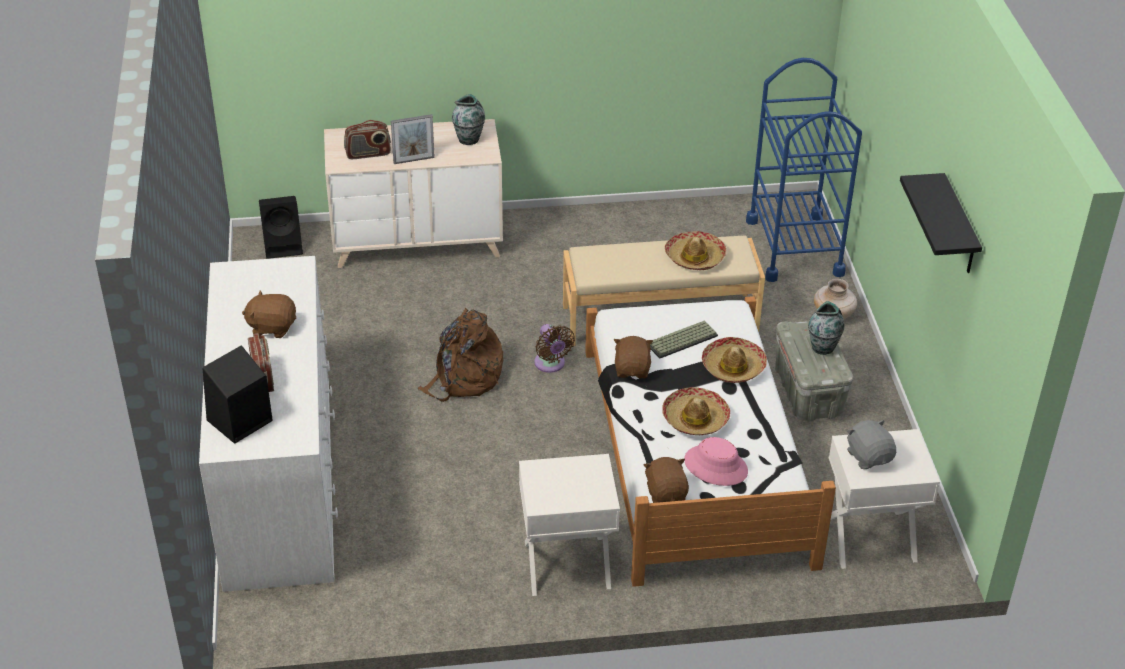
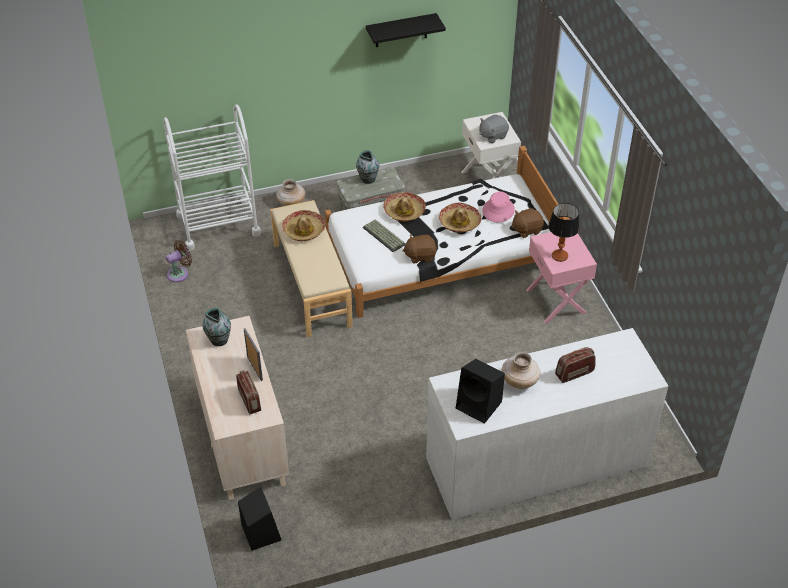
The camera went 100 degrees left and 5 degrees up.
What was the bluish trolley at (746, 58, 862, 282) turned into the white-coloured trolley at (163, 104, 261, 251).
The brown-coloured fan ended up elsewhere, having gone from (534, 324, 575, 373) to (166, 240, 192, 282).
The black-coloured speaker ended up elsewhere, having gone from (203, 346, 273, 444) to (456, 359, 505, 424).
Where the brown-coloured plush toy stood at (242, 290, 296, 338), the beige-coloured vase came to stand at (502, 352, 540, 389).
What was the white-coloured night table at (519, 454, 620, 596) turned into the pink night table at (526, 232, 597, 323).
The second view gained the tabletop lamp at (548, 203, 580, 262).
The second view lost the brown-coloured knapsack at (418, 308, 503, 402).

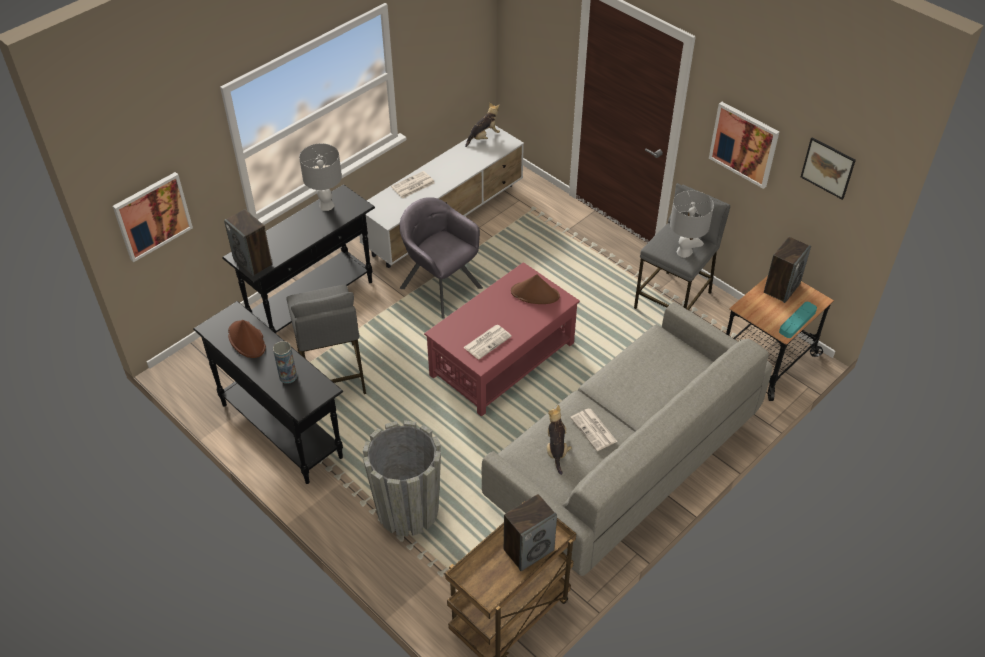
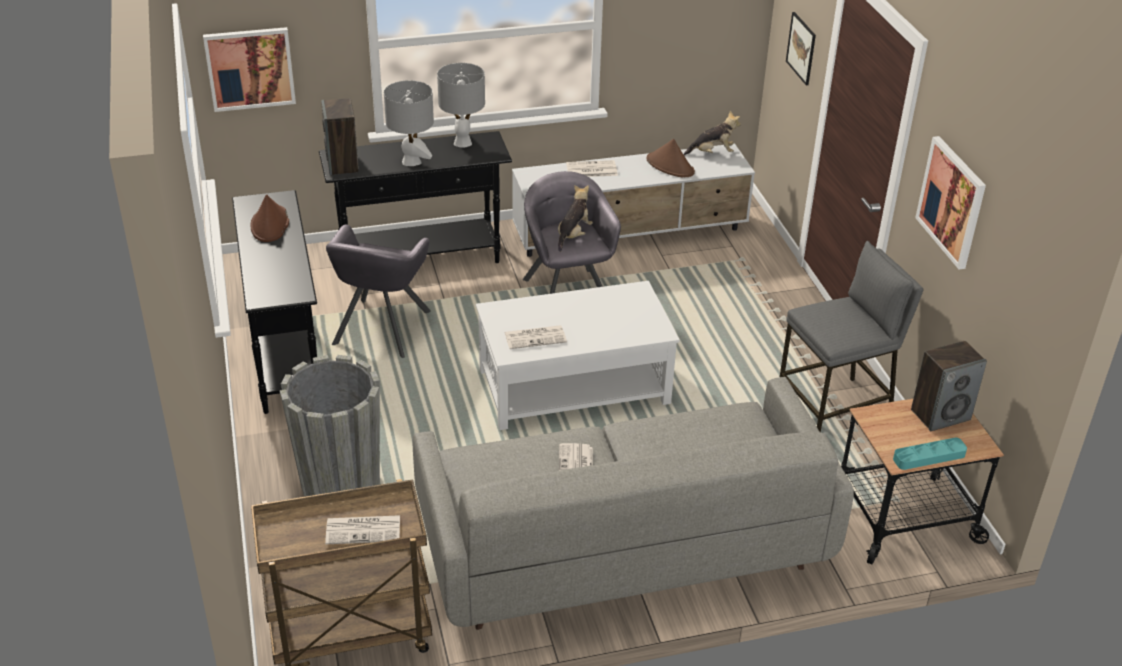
The camera went 30 degrees right and 10 degrees down.
Where the speaker stood at (504, 494, 557, 571), the printed paper came to stand at (325, 515, 400, 544).
Where the greyish stool stood at (286, 285, 366, 394), the greyish armchair came to stand at (326, 225, 431, 358).
The greyish tabletop lamp ended up elsewhere, having gone from (670, 190, 714, 258) to (384, 80, 434, 166).
What was the red-coloured low table at (424, 262, 580, 417) turned into the white-coloured low table at (476, 281, 680, 430).
The plush toy ended up elsewhere, having gone from (547, 405, 572, 475) to (558, 185, 593, 252).
The brown-coloured hat ended up elsewhere, having gone from (511, 274, 560, 304) to (646, 139, 695, 177).
The picture ended up elsewhere, having gone from (801, 137, 856, 200) to (786, 12, 816, 85).
The second view lost the vase at (273, 341, 297, 384).

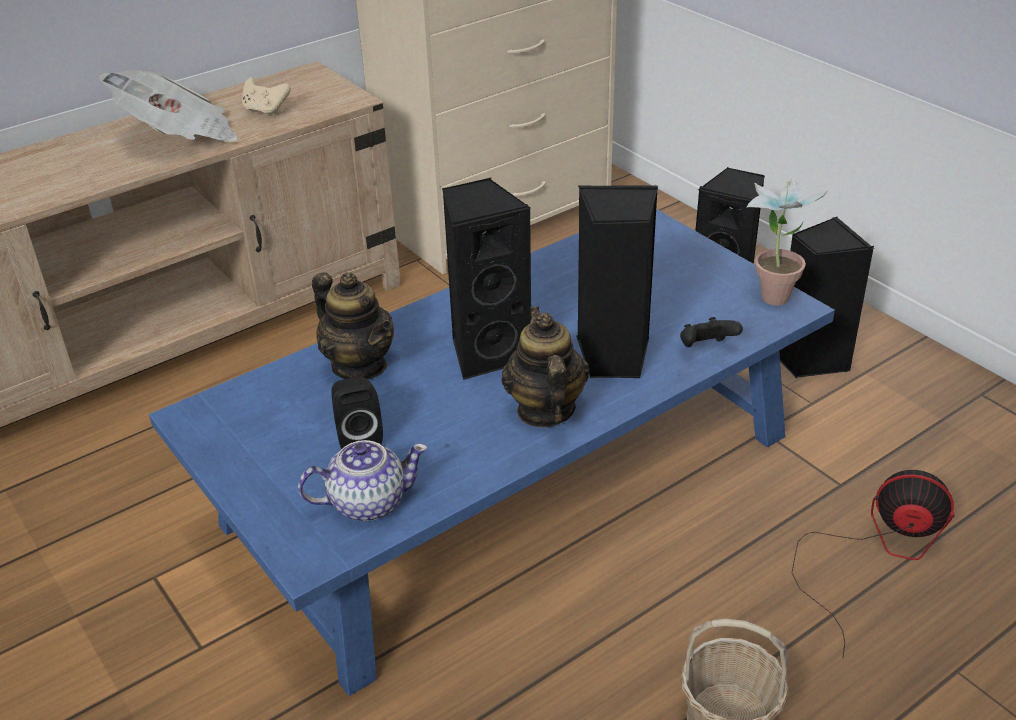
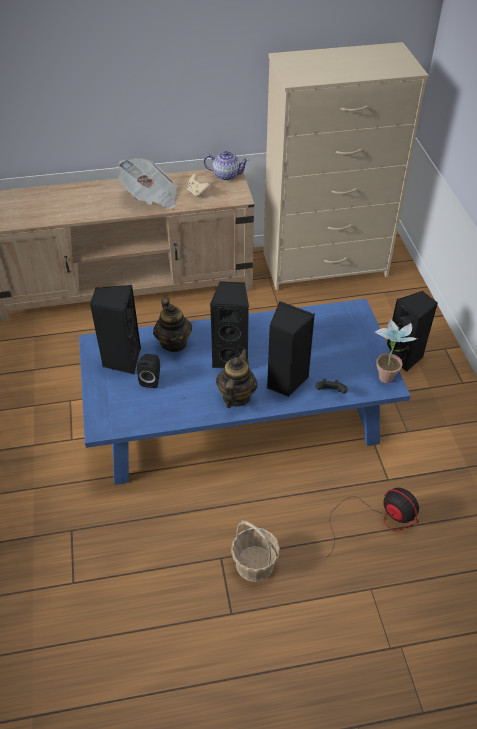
The camera went 25 degrees right and 10 degrees up.
The black-coloured speaker ended up elsewhere, having gone from (779, 216, 874, 379) to (90, 285, 141, 374).
The tea pot ended up elsewhere, having gone from (298, 440, 428, 521) to (204, 151, 249, 181).

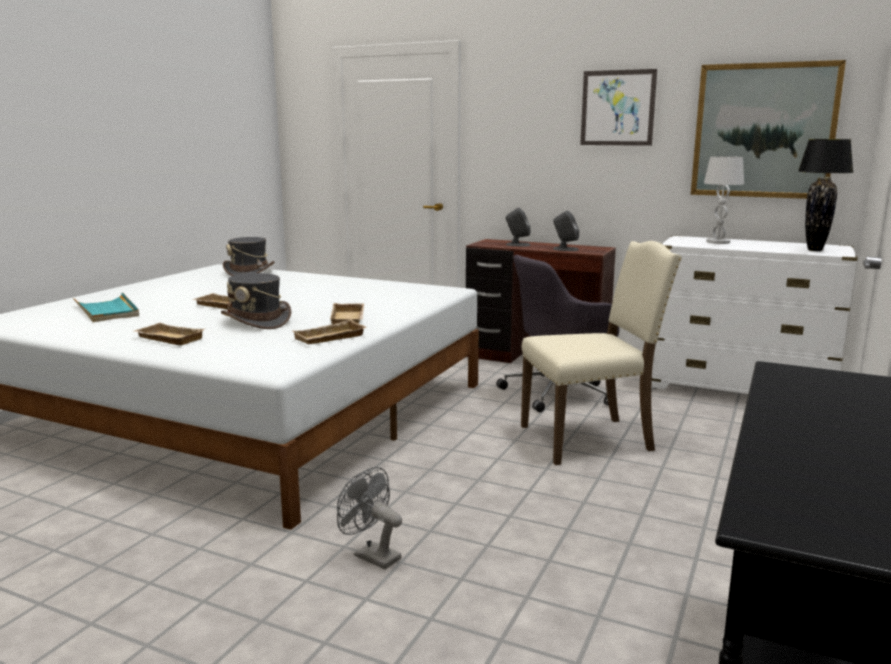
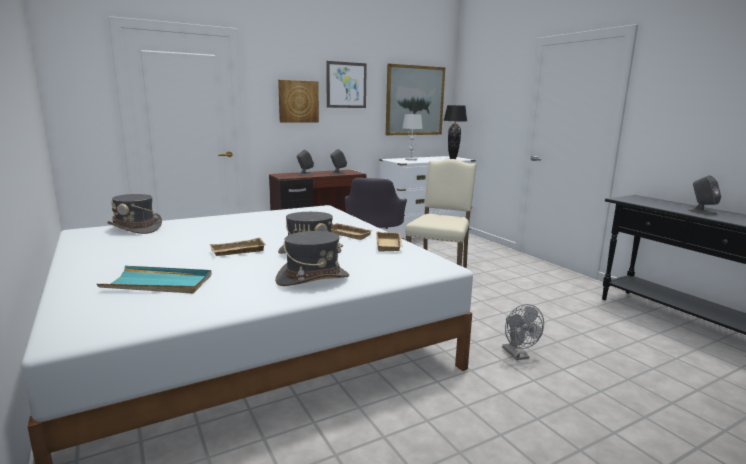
The camera went 55 degrees left and 0 degrees up.
Where the beige-coloured carrying tray stood at (133, 323, 204, 345), the greyish hat came to stand at (275, 231, 349, 286).
The second view gained the picture at (278, 80, 319, 122).
The greyish fan at (337, 467, 402, 569) ended up facing another way, 90 degrees counterclockwise from before.
The second view gained the greyish speaker at (688, 175, 721, 215).

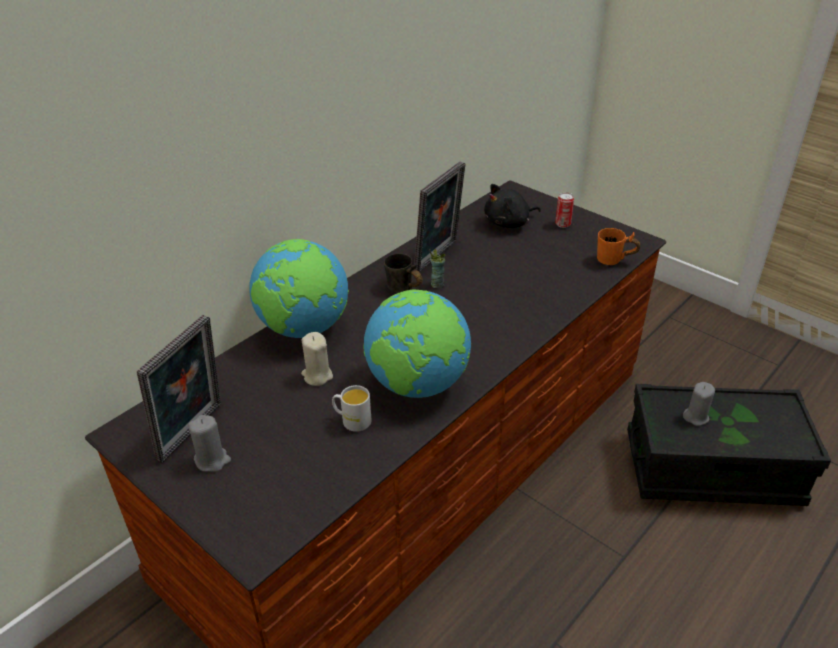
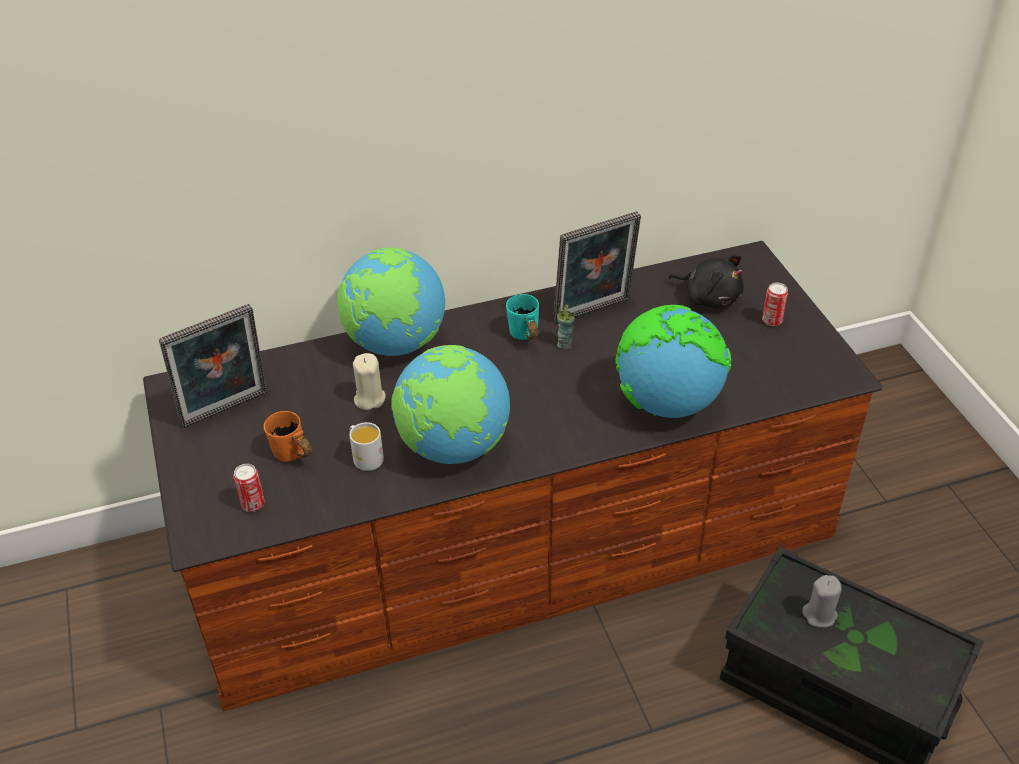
The camera went 30 degrees right and 5 degrees up.
The second view gained the can at (233, 464, 265, 512).
The orangey tea mug ended up elsewhere, having gone from (597, 228, 640, 265) to (264, 411, 312, 461).
What was the greyish tea mug at (384, 253, 423, 292) turned into the turquoise-coloured tea mug at (506, 294, 539, 340).
The second view gained the globe at (616, 305, 731, 418).
The black-coloured plush toy at (484, 184, 541, 228) ended up facing another way, 150 degrees counterclockwise from before.
The second view lost the greyish wax candle at (188, 415, 231, 472).

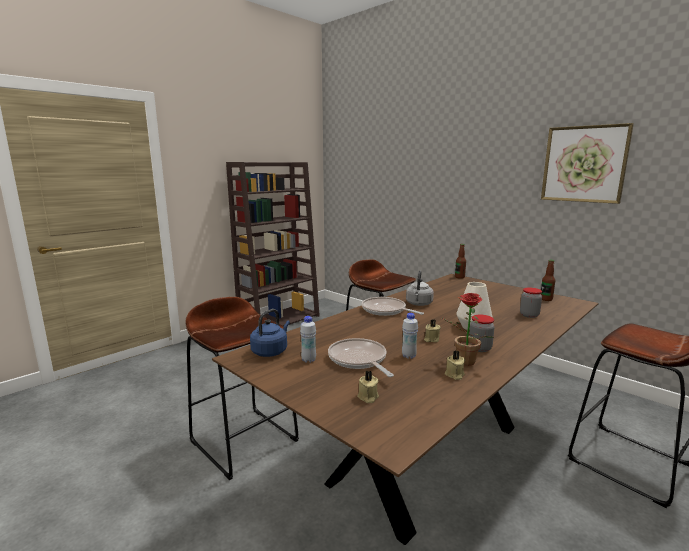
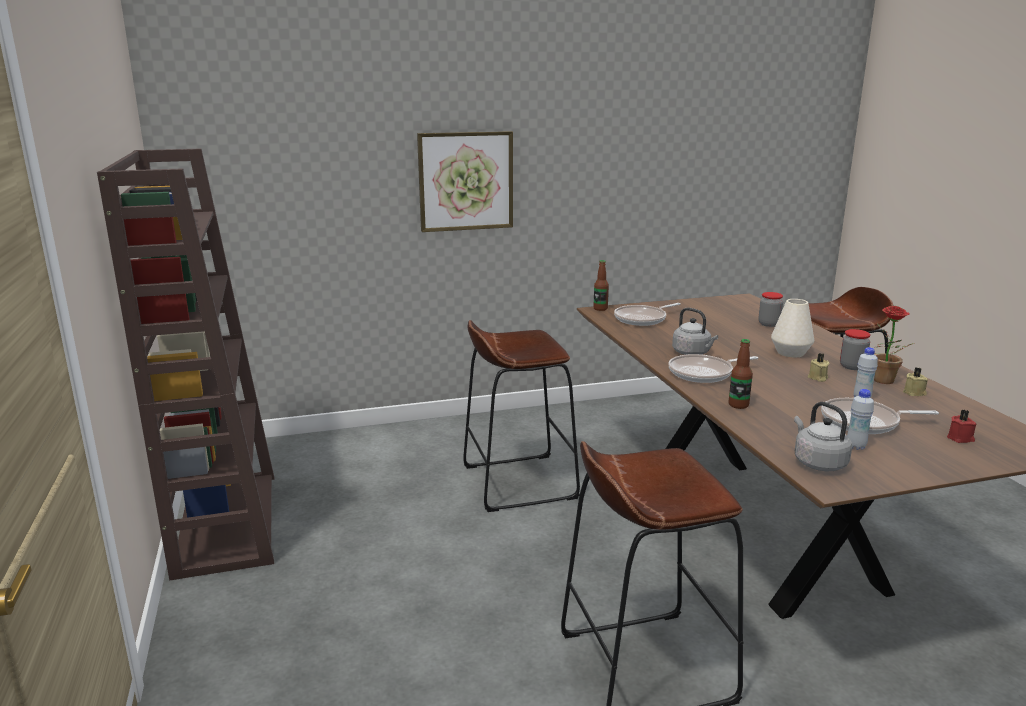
The camera went 60 degrees left and 5 degrees up.
The picture ended up elsewhere, having gone from (541, 123, 634, 204) to (417, 131, 513, 232).
The second view gained the skillet at (614, 303, 681, 326).
The beverage bottle ended up elsewhere, having gone from (541, 260, 556, 301) to (729, 339, 753, 409).
What was the bluish tea kettle at (250, 309, 290, 357) turned into the greyish tea kettle at (794, 402, 852, 471).
What was the beige-coloured wax candle at (357, 370, 379, 403) turned into the red-coloured wax candle at (947, 409, 976, 443).

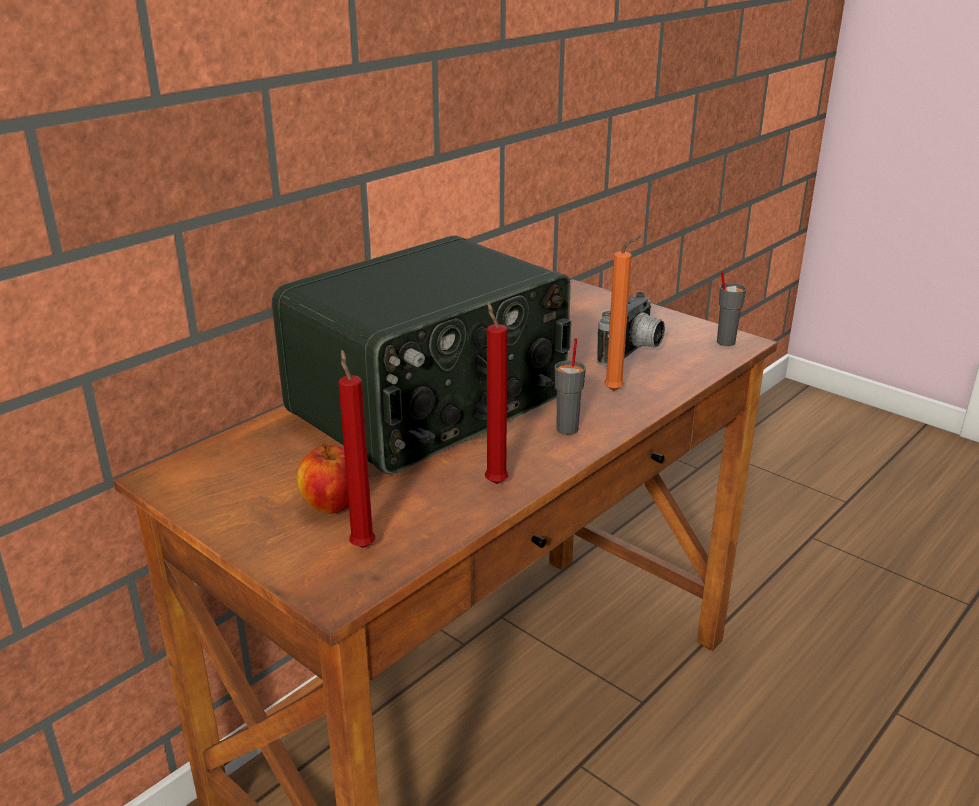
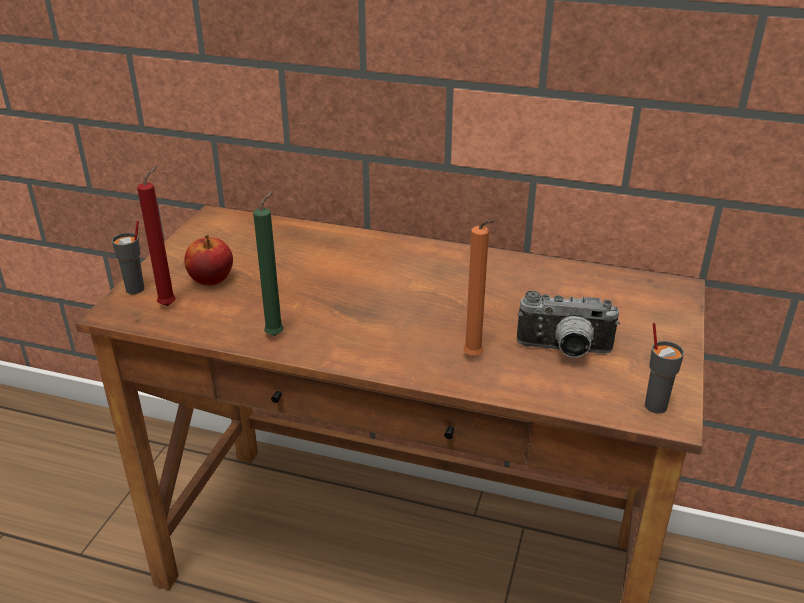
The camera went 65 degrees right and 5 degrees up.
The greyish small cup ended up elsewhere, having gone from (555, 338, 586, 435) to (112, 221, 145, 294).
What was the red-coloured wax candle at (485, 301, 508, 484) turned into the greenish wax candle at (253, 190, 284, 336).
The second view lost the radio receiver at (272, 235, 571, 474).

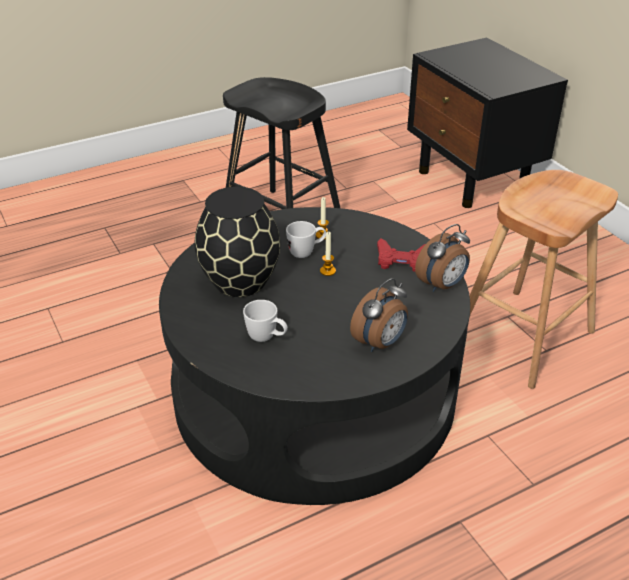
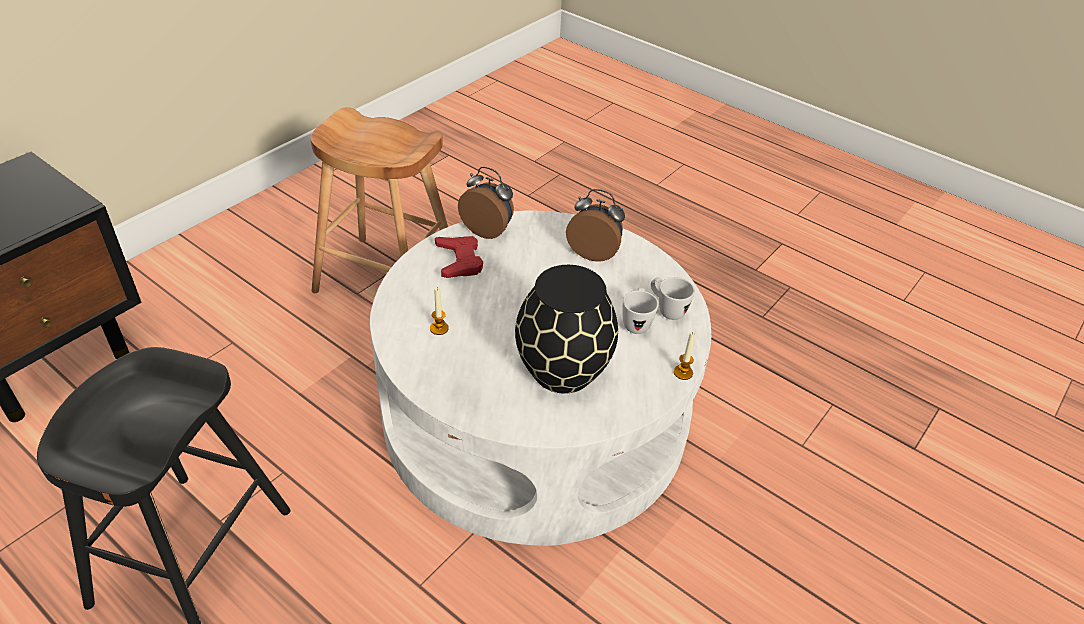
The camera went 115 degrees left and 5 degrees up.
What was the black-coloured low table at (159, 207, 470, 505) turned into the white-coloured low table at (370, 210, 711, 546).
The white-coloured tea mug ended up elsewhere, having gone from (286, 221, 326, 258) to (651, 277, 695, 320).
The wax candle ended up elsewhere, having gone from (320, 232, 336, 276) to (674, 332, 695, 380).

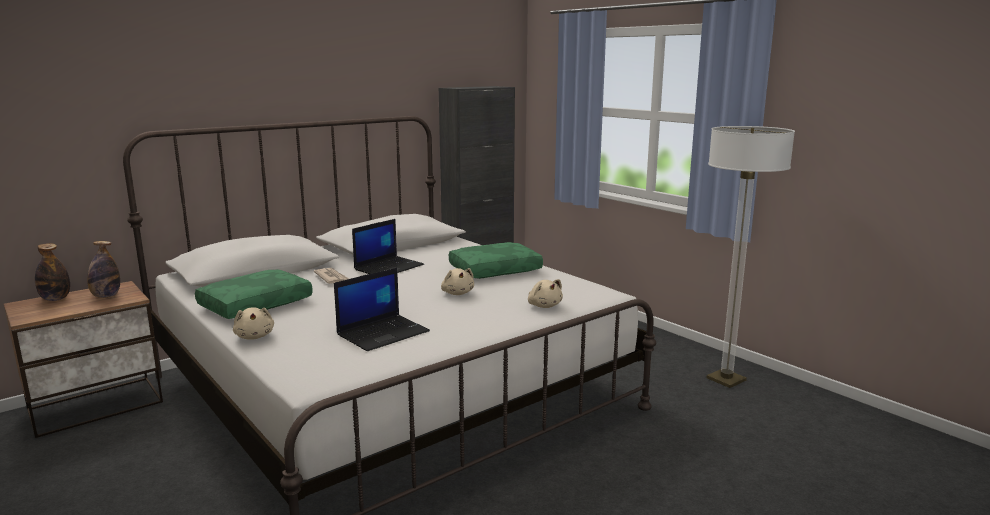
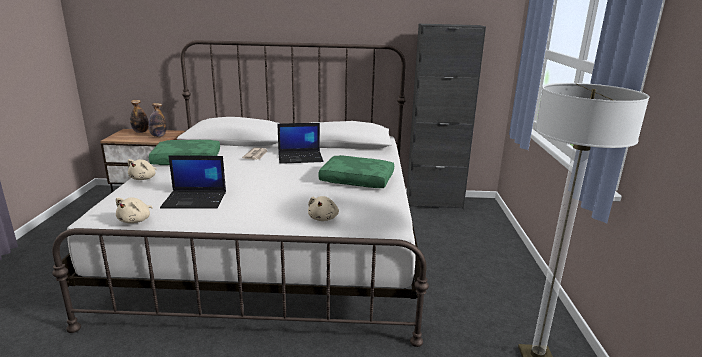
The camera went 40 degrees right and 5 degrees up.
The beige-coloured plush toy ended up elsewhere, having gone from (441, 268, 474, 295) to (116, 198, 153, 223).

